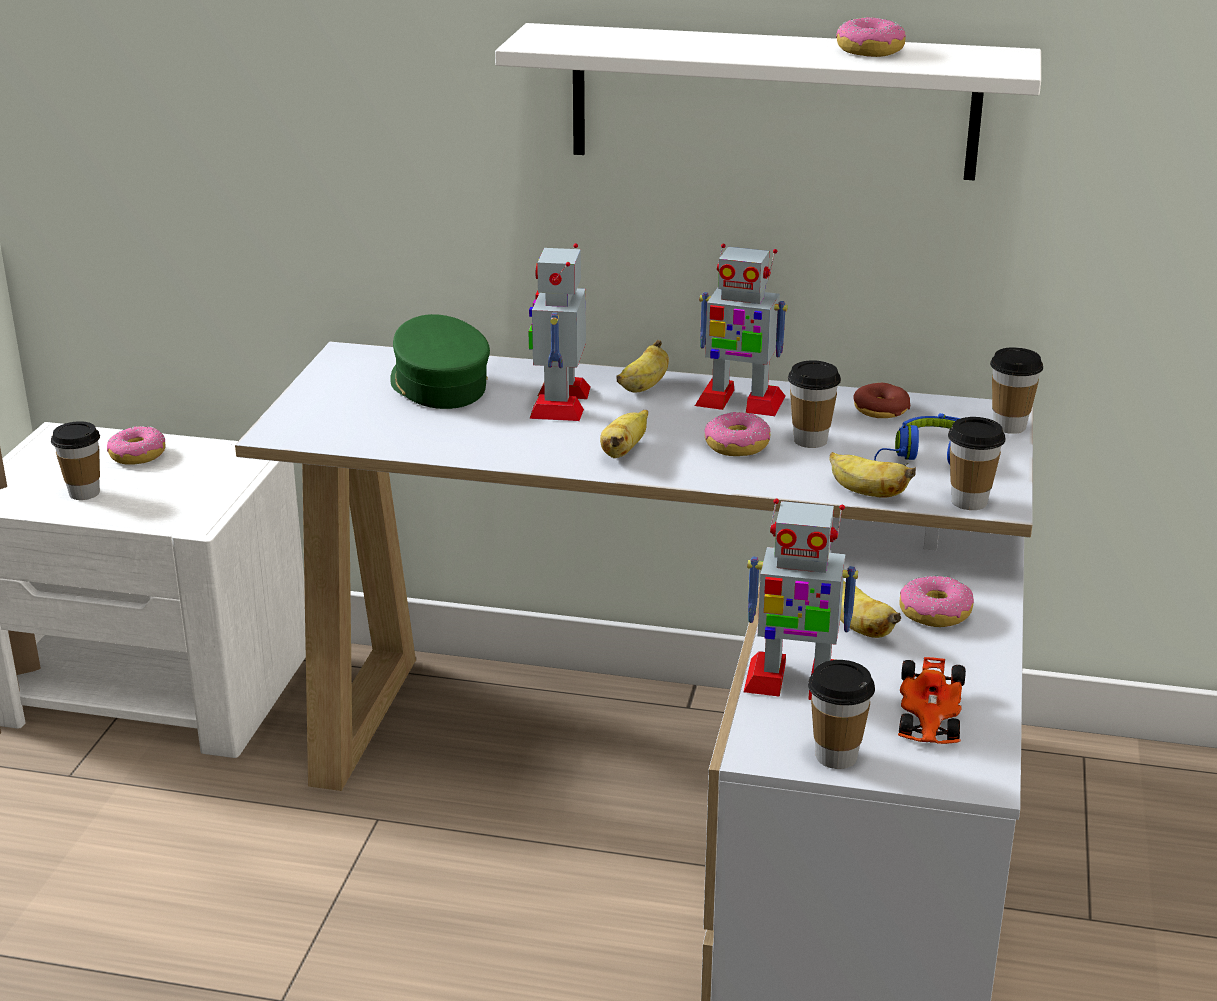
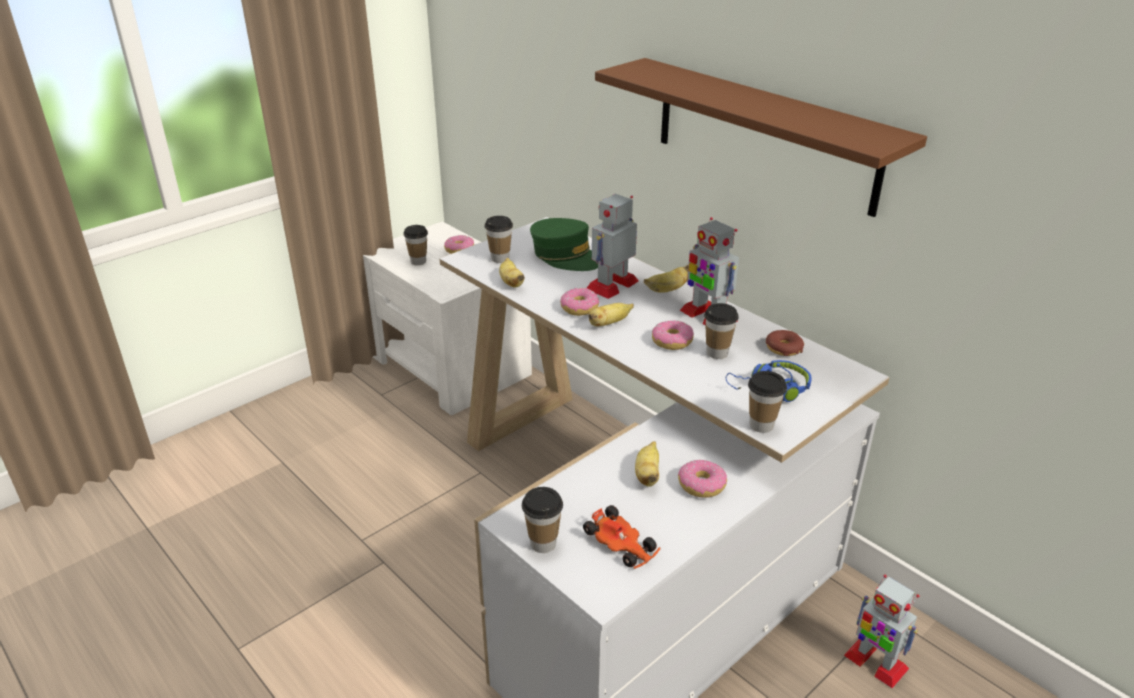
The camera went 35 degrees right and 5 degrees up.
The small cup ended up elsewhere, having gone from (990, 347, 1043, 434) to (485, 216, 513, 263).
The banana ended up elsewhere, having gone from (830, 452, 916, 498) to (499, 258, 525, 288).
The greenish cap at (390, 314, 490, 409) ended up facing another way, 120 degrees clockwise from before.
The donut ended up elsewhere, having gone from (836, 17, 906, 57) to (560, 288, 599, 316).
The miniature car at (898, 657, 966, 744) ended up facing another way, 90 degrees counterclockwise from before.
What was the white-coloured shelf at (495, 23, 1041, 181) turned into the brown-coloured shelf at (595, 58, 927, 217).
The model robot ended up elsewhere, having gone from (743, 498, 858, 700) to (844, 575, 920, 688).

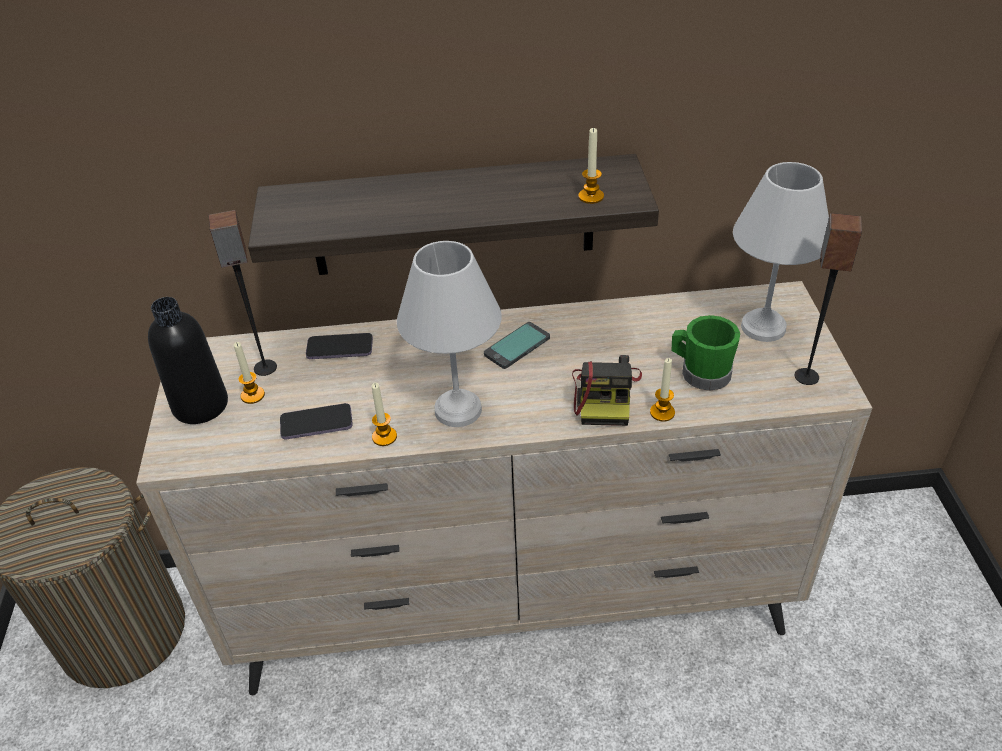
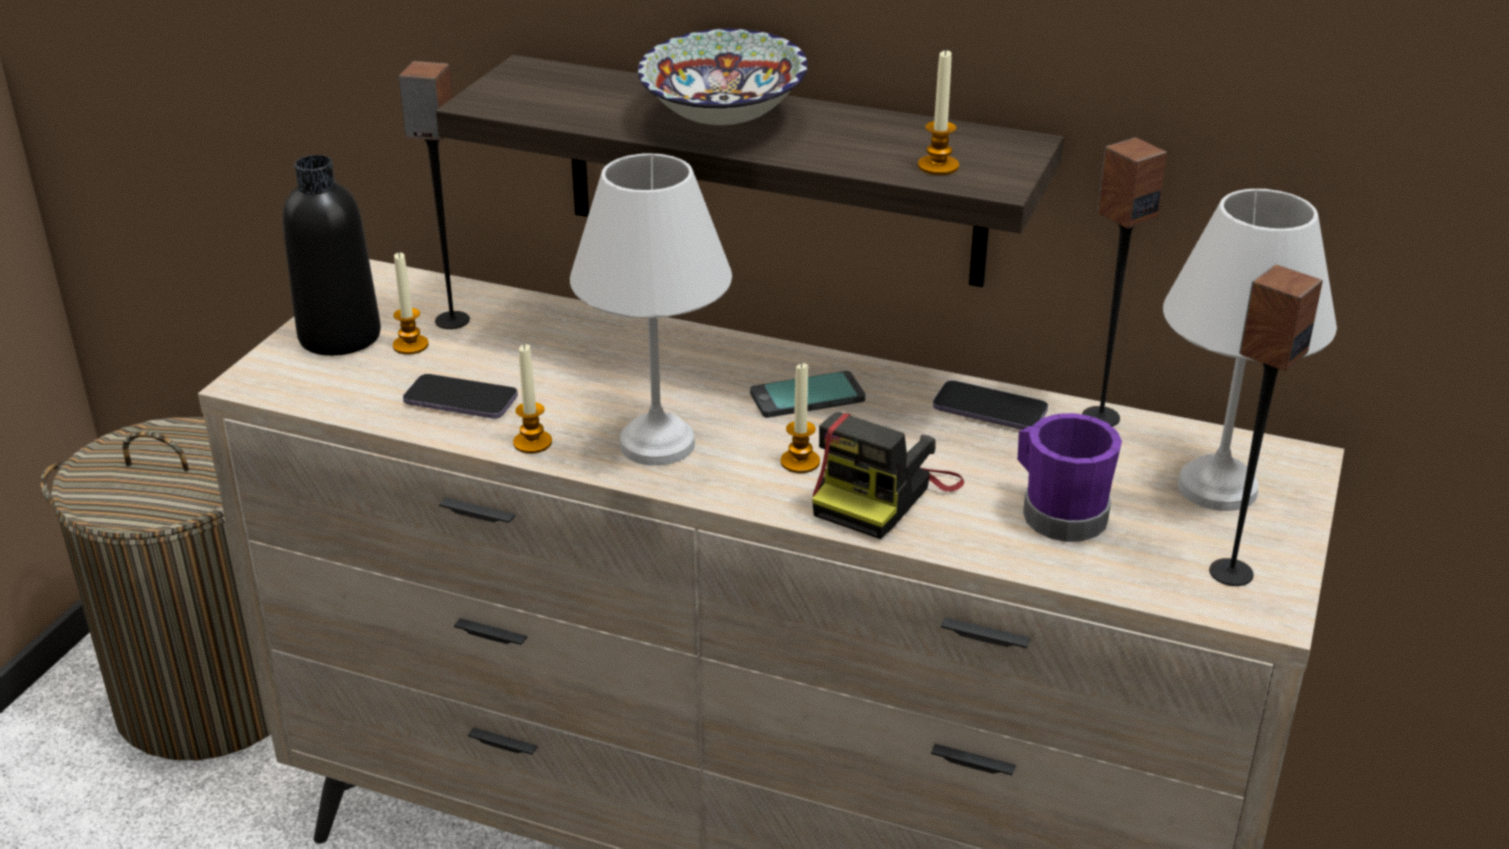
The camera went 25 degrees right and 10 degrees down.
The second view gained the deep dish at (638, 29, 808, 125).
The wax candle ended up elsewhere, having gone from (650, 358, 675, 421) to (781, 362, 820, 473).
The telephone ended up elsewhere, having gone from (306, 333, 373, 359) to (933, 380, 1048, 430).
What was the greenish tea mug at (672, 315, 740, 391) turned into the purplish tea mug at (1018, 413, 1122, 542).
The second view gained the speaker at (1082, 137, 1167, 427).

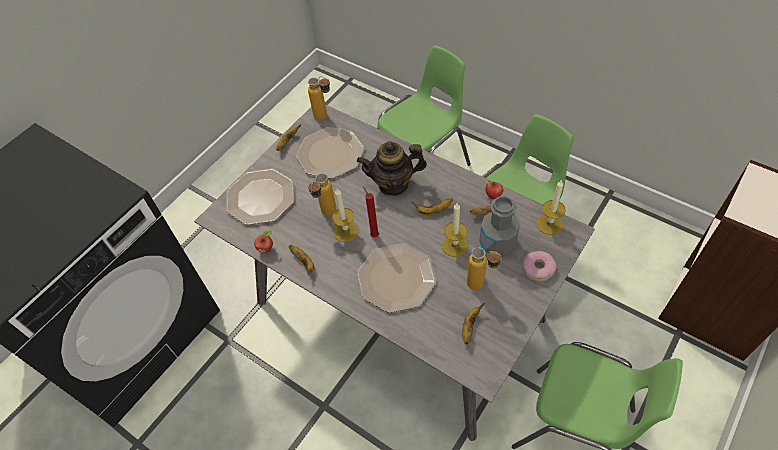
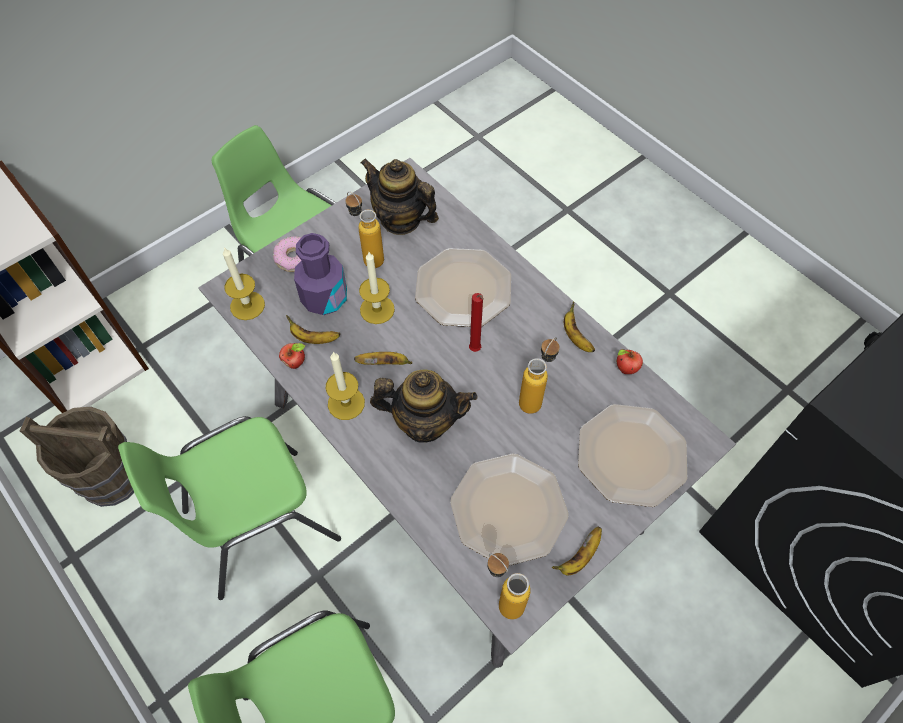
The camera went 170 degrees left and 5 degrees up.
The second view gained the brown-coloured pail at (20, 406, 134, 507).
What was the greyish beverage bottle at (479, 196, 520, 257) turned into the purplish beverage bottle at (294, 233, 347, 315).
The wax candle ended up elsewhere, having gone from (332, 189, 359, 242) to (325, 351, 365, 420).
Where the banana stood at (462, 302, 485, 344), the tea pot came to stand at (360, 158, 439, 235).

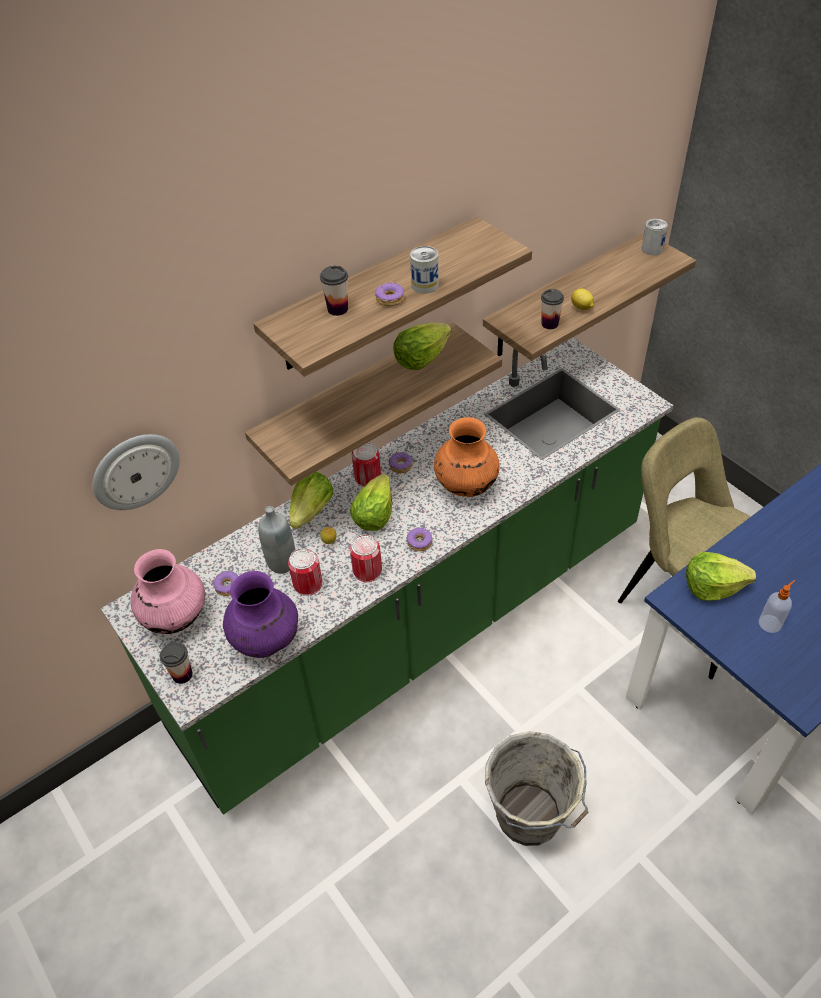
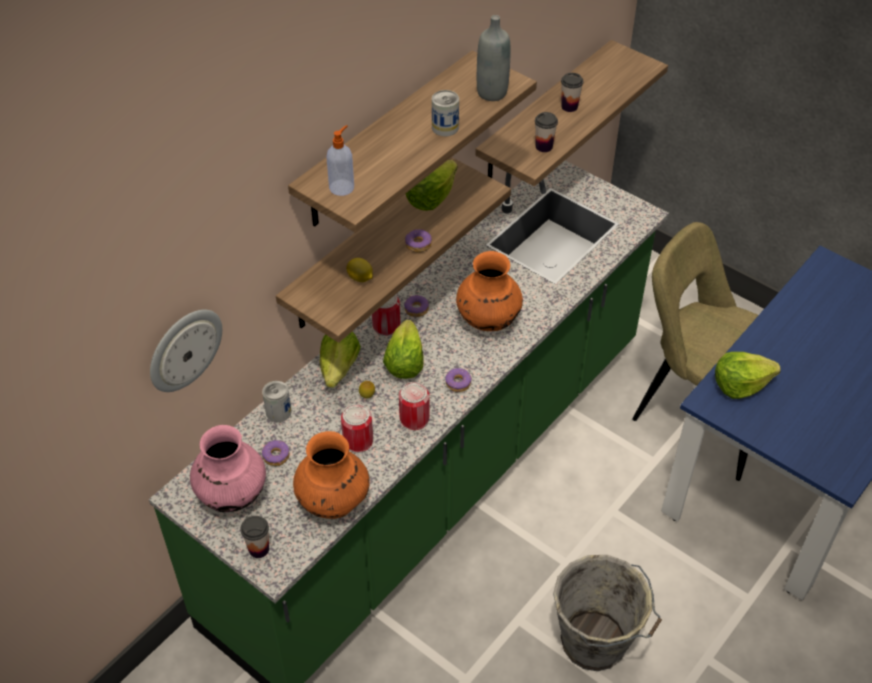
The camera went 15 degrees left and 0 degrees up.
The can ended up elsewhere, having gone from (642, 219, 668, 255) to (262, 381, 291, 422).
What was the purplish vase at (223, 571, 298, 658) turned into the orangey vase at (293, 431, 370, 519).
The soap dispenser ended up elsewhere, having gone from (759, 580, 795, 633) to (326, 125, 354, 196).
The citrus fruit ended up elsewhere, having gone from (571, 289, 594, 310) to (346, 258, 373, 282).
The donut ended up elsewhere, having gone from (375, 282, 404, 307) to (405, 229, 432, 253).
The greyish beverage bottle ended up elsewhere, having gone from (258, 506, 295, 574) to (477, 15, 511, 101).
The small cup ended up elsewhere, having gone from (320, 266, 348, 316) to (561, 73, 583, 112).

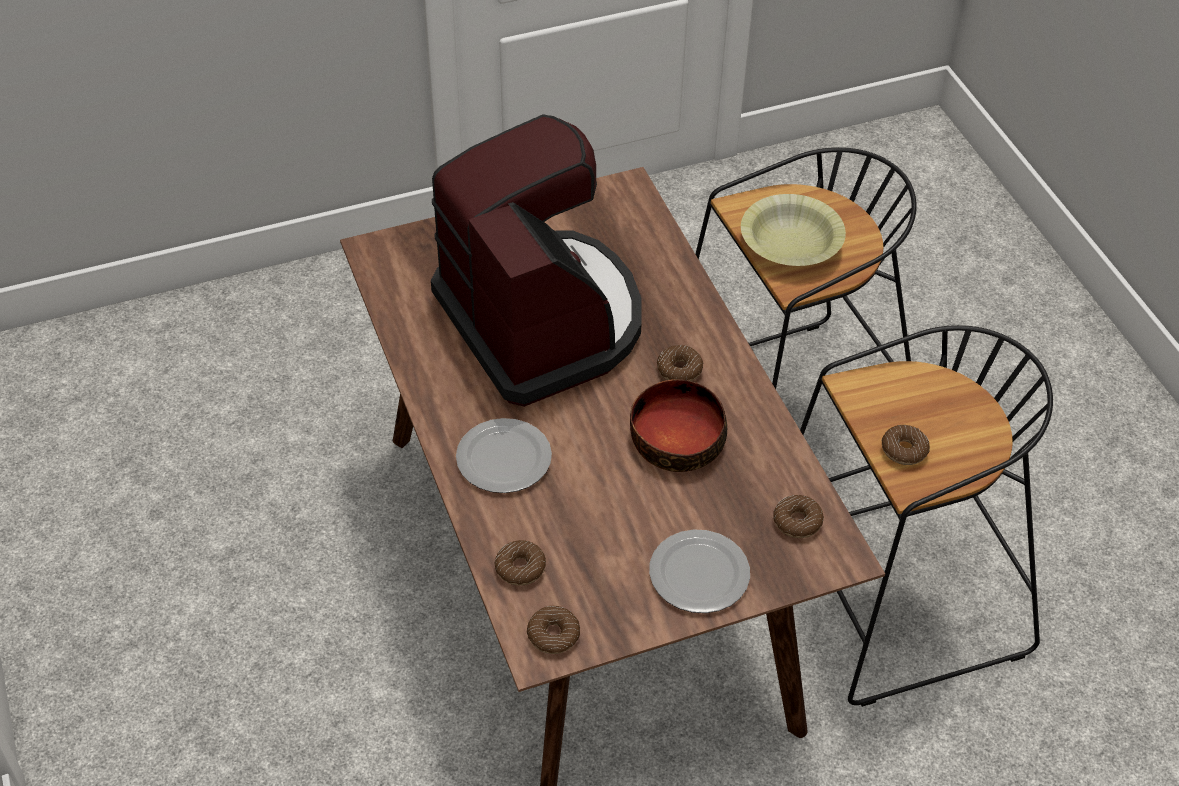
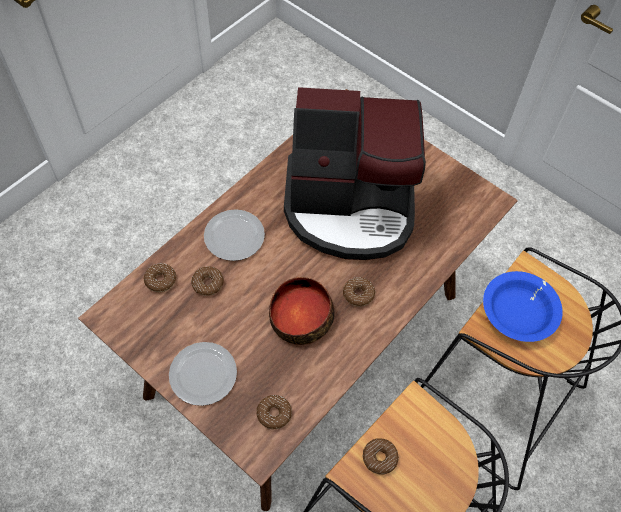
The camera went 60 degrees right and 10 degrees up.
The donut ended up elsewhere, having gone from (527, 606, 580, 654) to (191, 266, 224, 296).
The coffee machine at (431, 114, 642, 407) ended up facing another way, 60 degrees clockwise from before.
What was the yellowish deep dish at (741, 194, 846, 266) turned into the bluish deep dish at (483, 271, 563, 342).

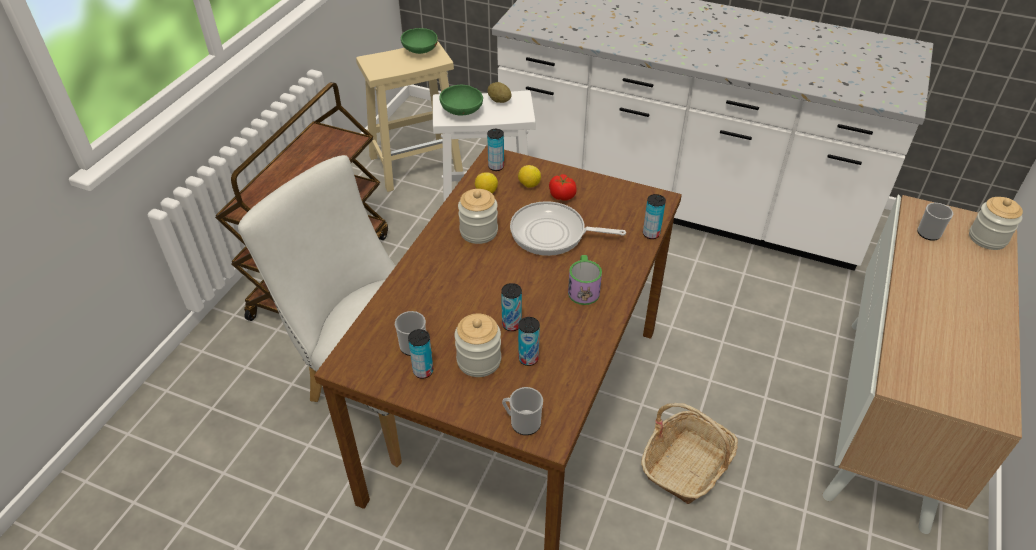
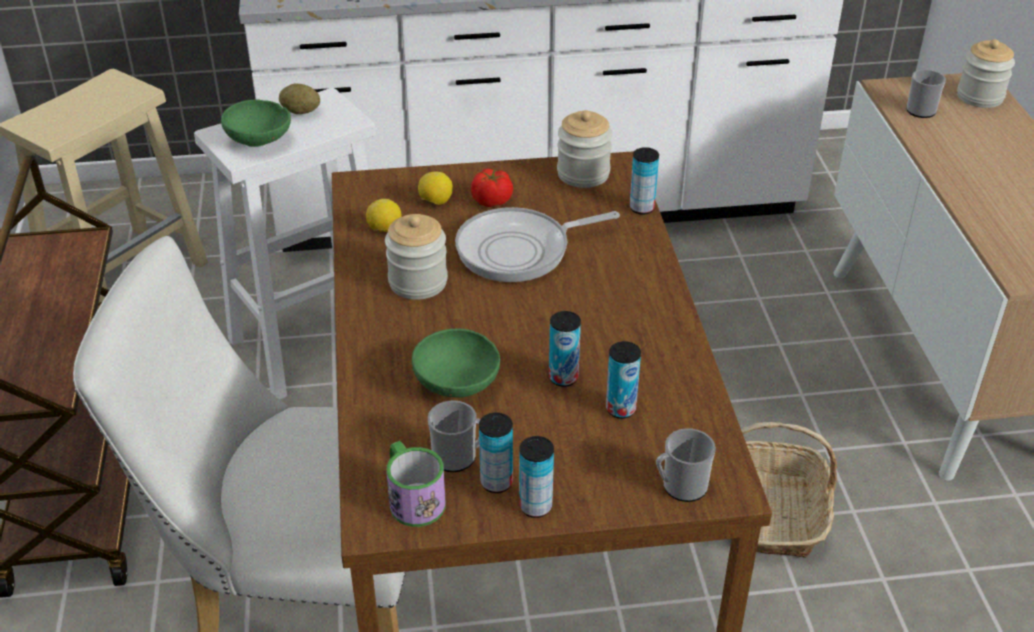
The camera went 30 degrees left and 5 degrees down.
The tea mug ended up elsewhere, having gone from (568, 255, 602, 305) to (386, 441, 445, 527).
The greenish deep dish ended up elsewhere, having gone from (401, 28, 438, 54) to (412, 328, 500, 397).
The can ended up elsewhere, having gone from (487, 129, 504, 171) to (519, 436, 554, 518).
The preserve jar ended up elsewhere, having gone from (455, 313, 501, 377) to (557, 110, 612, 188).

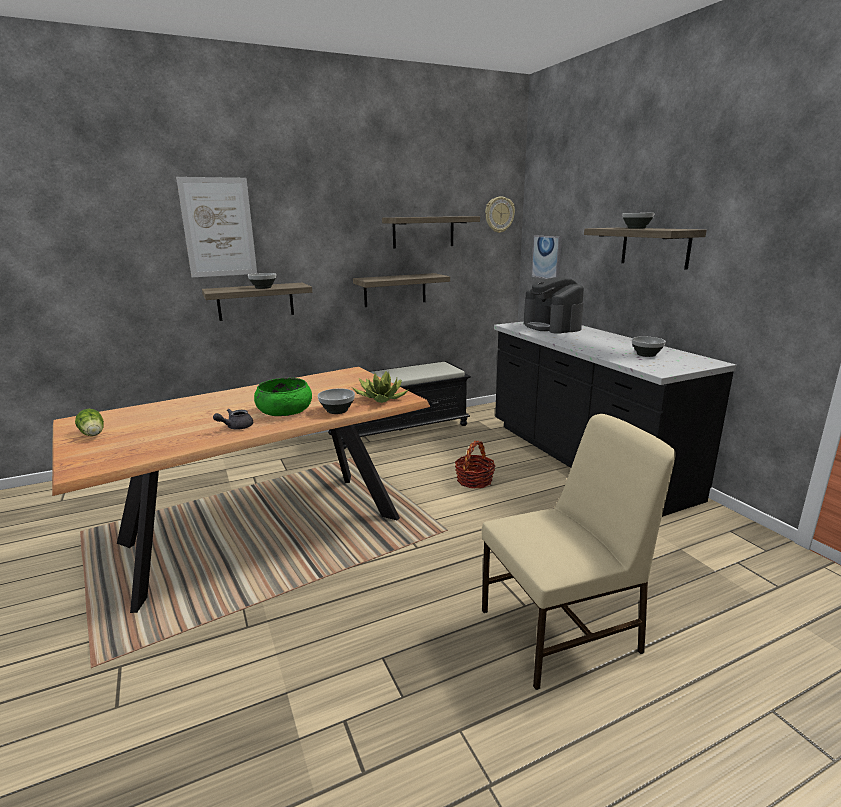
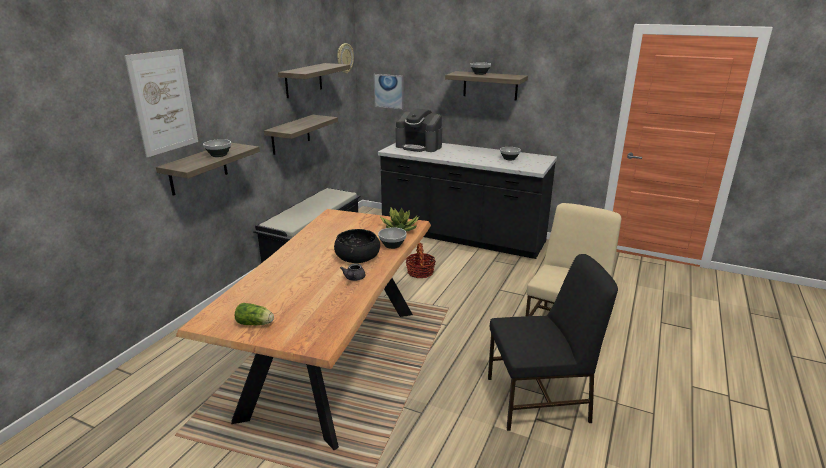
The camera went 40 degrees left and 5 degrees up.
What was the greenish deep dish at (254, 378, 312, 416) turned into the black-coloured deep dish at (334, 229, 380, 263).
The second view gained the black-coloured plain chair at (488, 254, 618, 431).

